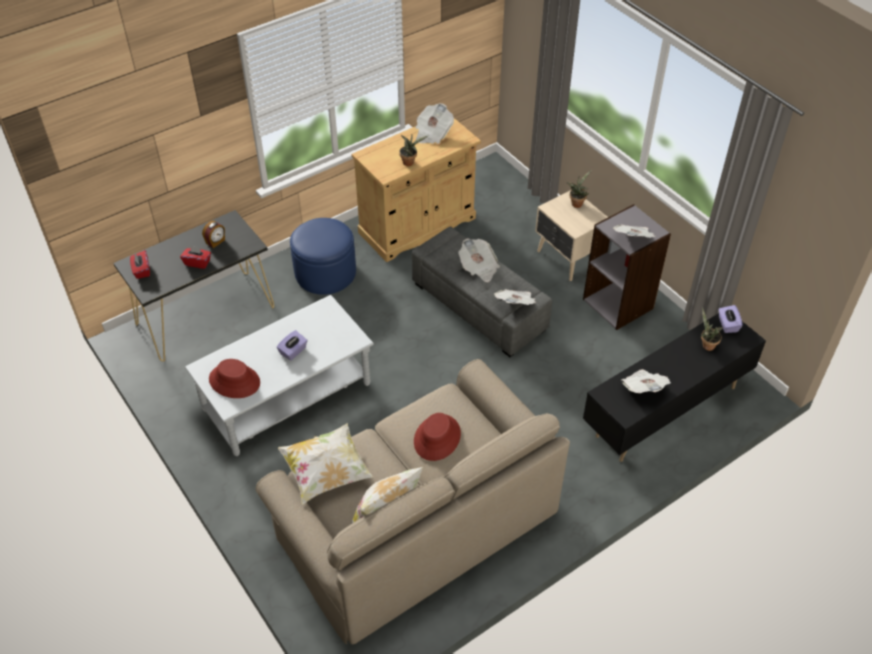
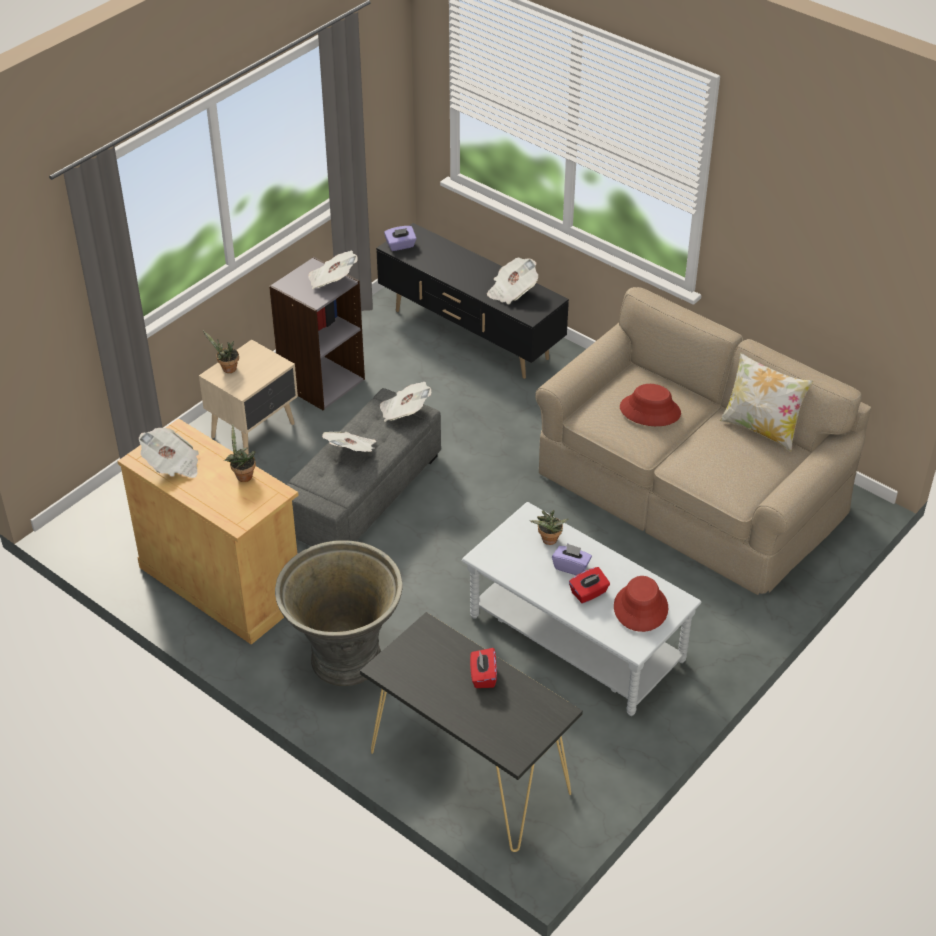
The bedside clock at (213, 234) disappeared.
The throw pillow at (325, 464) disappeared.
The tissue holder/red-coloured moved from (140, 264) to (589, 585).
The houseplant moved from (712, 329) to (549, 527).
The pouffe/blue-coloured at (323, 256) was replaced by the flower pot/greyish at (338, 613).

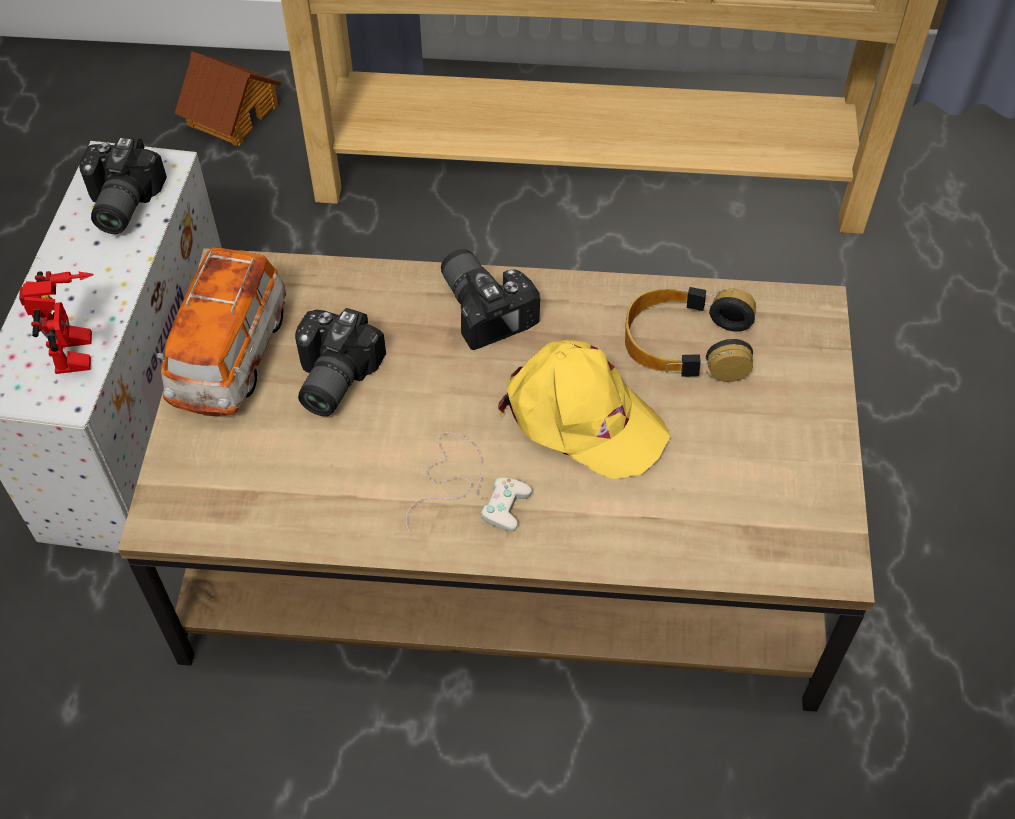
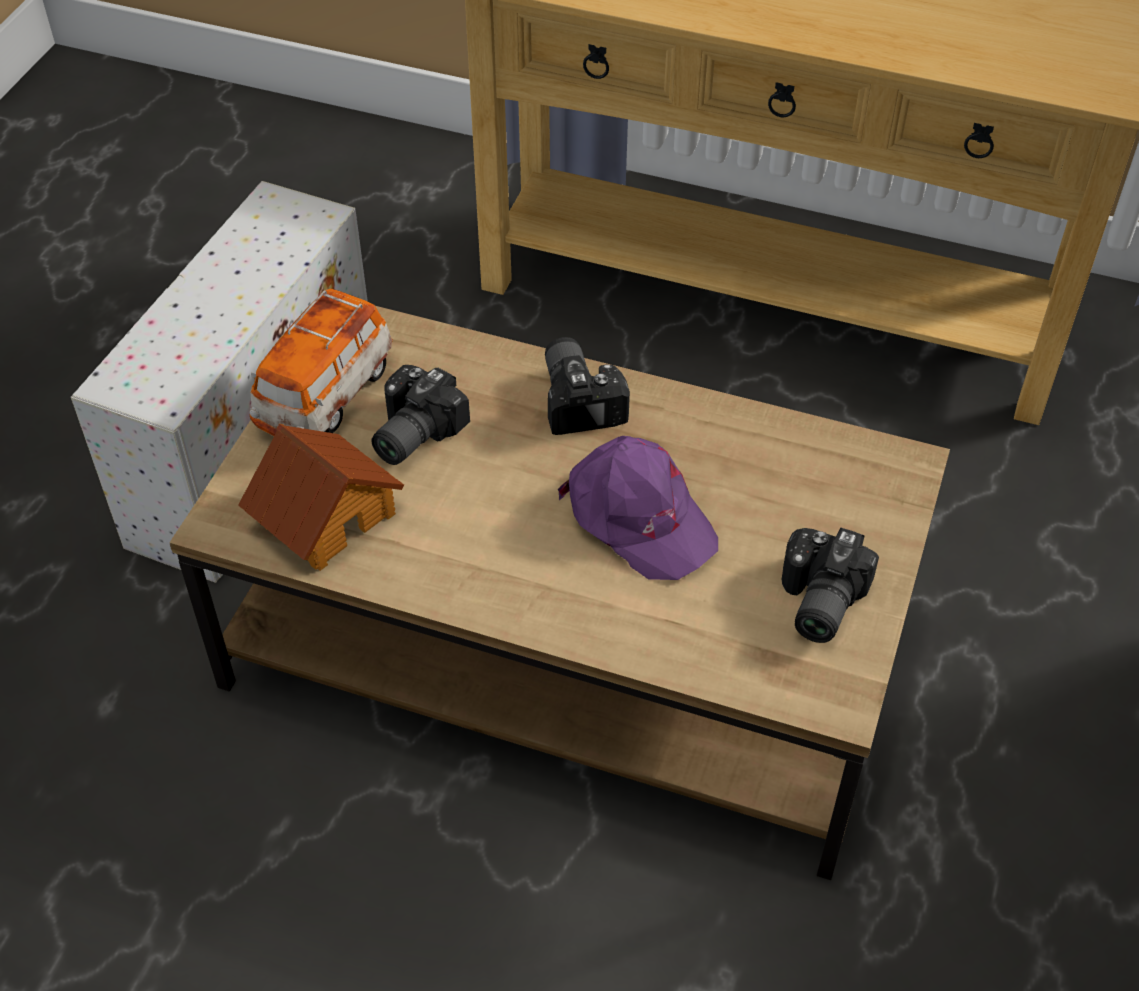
The model robot at (56, 322) disappeared.
The joypad/whitish at (469, 482) disappeared.
The headphones at (690, 334) disappeared.
The photo camera moved from (123, 185) to (830, 585).
The model house moved from (227, 99) to (321, 497).
The peaked cap/yellow-coloured at (584, 409) became the peaked cap/purplish at (638, 508).

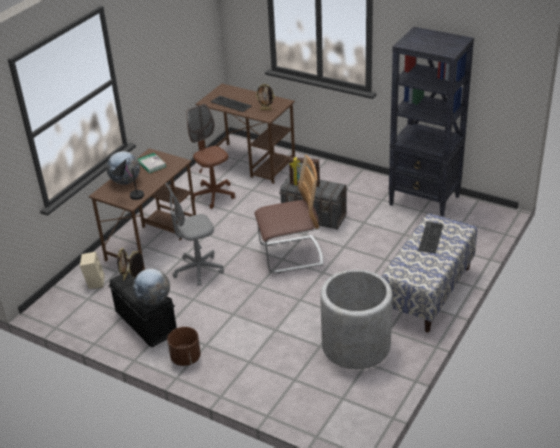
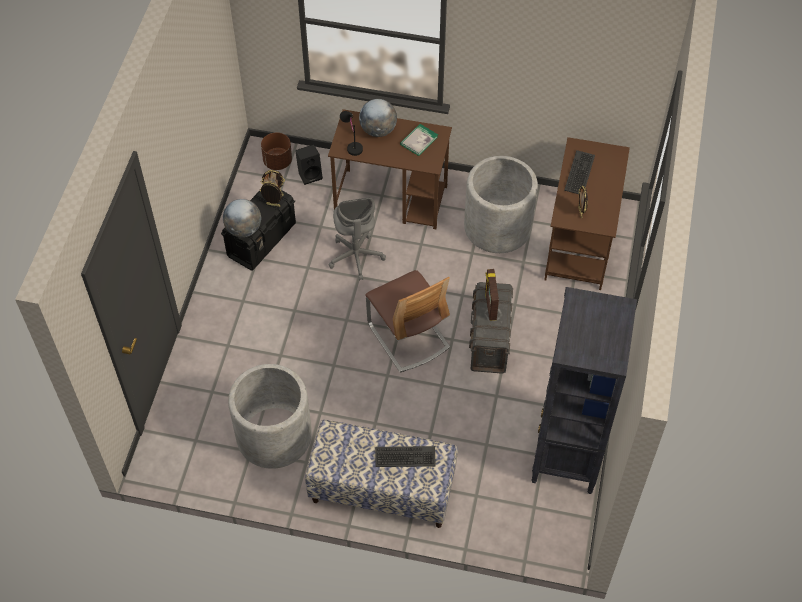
The flower pot/brown-coloured moved from (184, 346) to (276, 151).
The desk chair/brown-coloured at (210, 156) was replaced by the flower pot/greyish at (501, 204).
The loudspeaker/beige at (92, 270) became the loudspeaker/black-coloured at (309, 164).
The desk chair/greyish at (194, 234) turned 150 degrees counterclockwise.

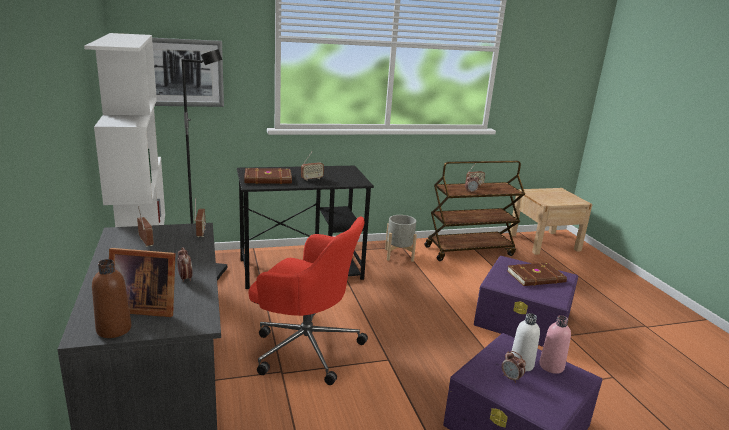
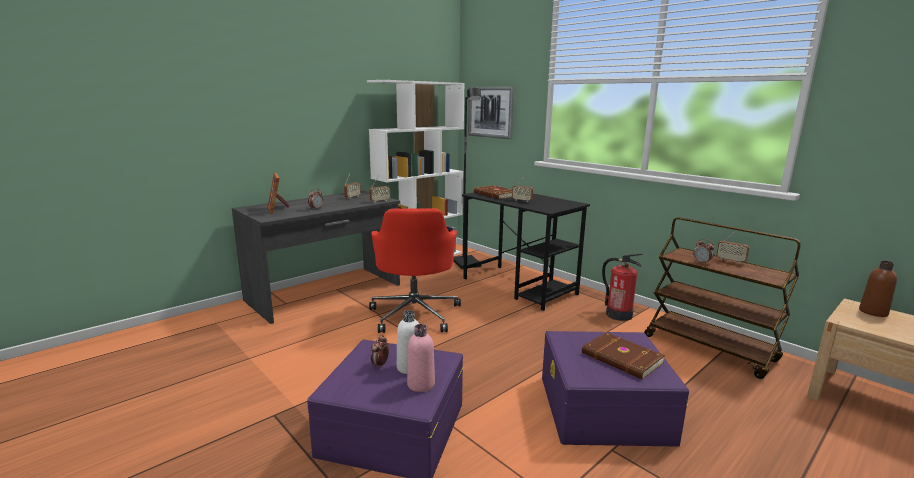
The beverage bottle/brown-coloured moved from (111, 298) to (878, 289).
The flower pot/greyish at (401, 238) was replaced by the fire extinguisher at (622, 287).

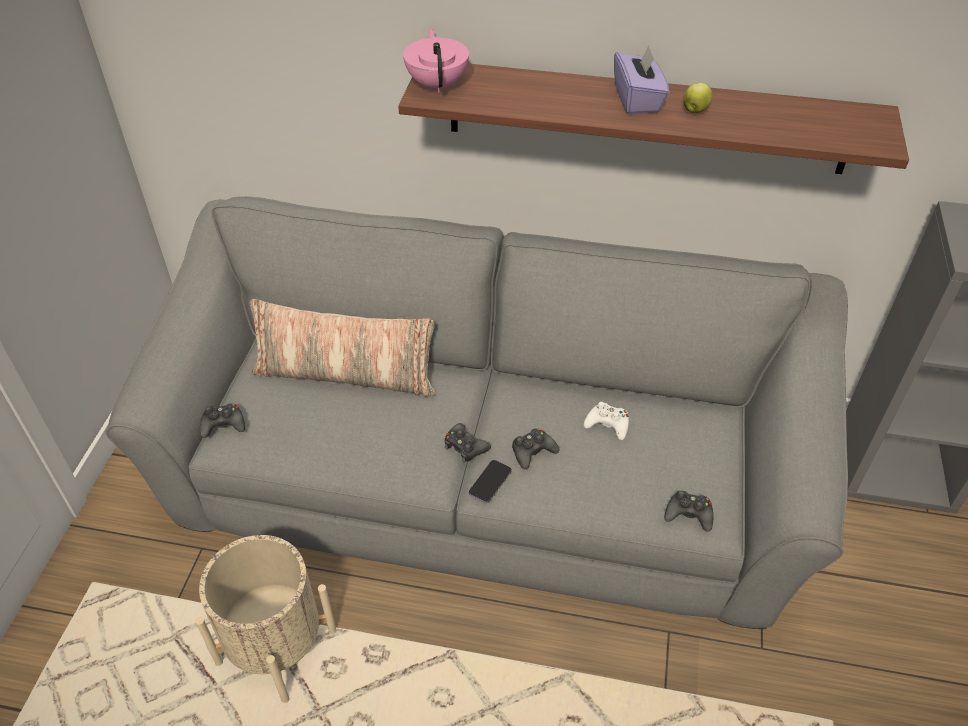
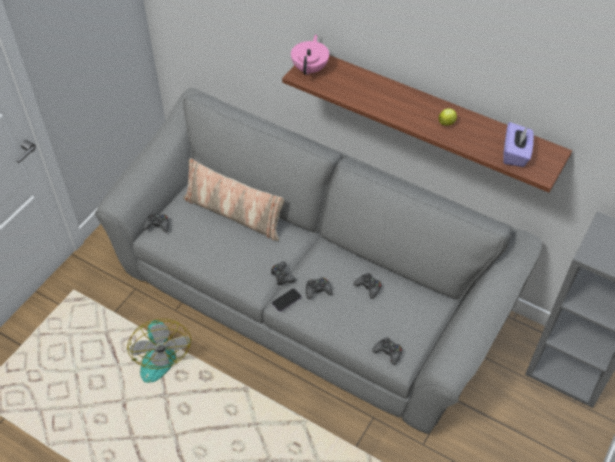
The tissue holder/purplish moved from (641, 80) to (518, 144).
The flower pot/beige at (265, 619) was replaced by the fan at (159, 351).
The joypad/whitish at (606, 421) became the joypad/black-coloured at (368, 286).

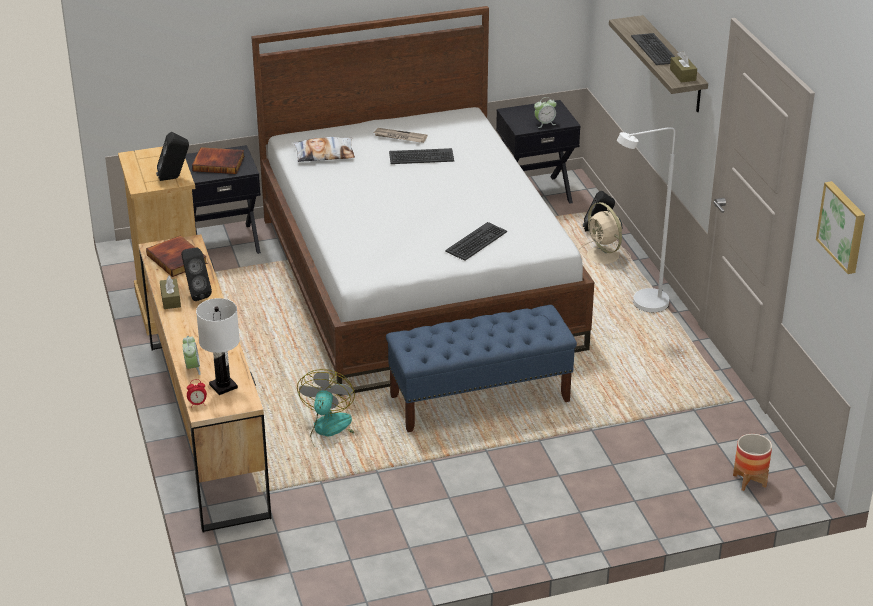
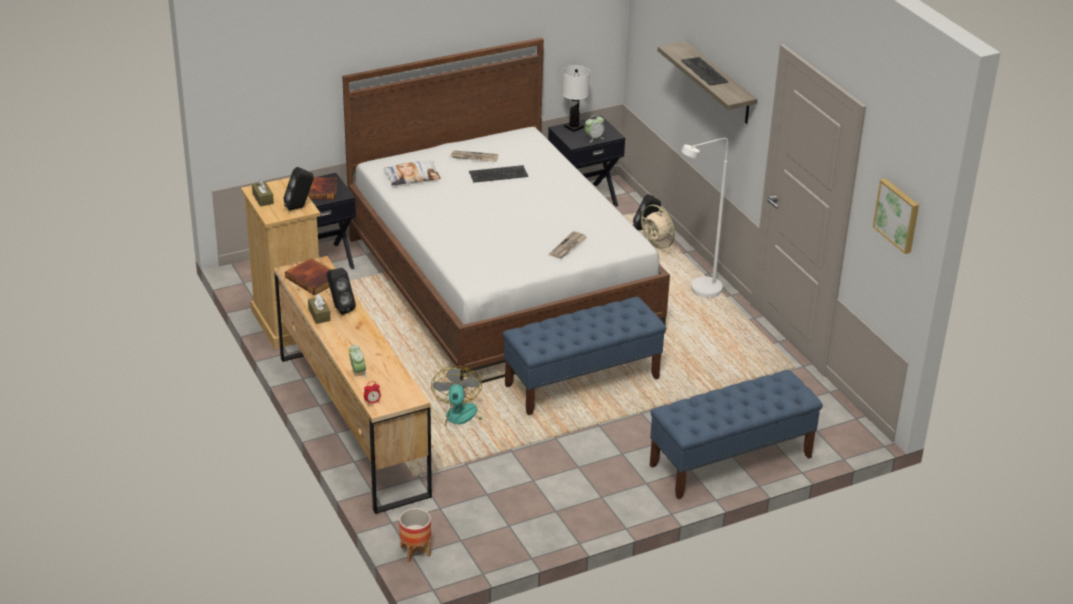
The bench/blue-coloured at (736, 434) appeared.
The tabletop lamp/whitish moved from (218, 346) to (576, 98).
The tissue holder/brown-coloured moved from (683, 67) to (263, 193).
The flower pot moved from (752, 462) to (415, 535).
The computer keyboard at (476, 241) was replaced by the printed paper at (568, 245).

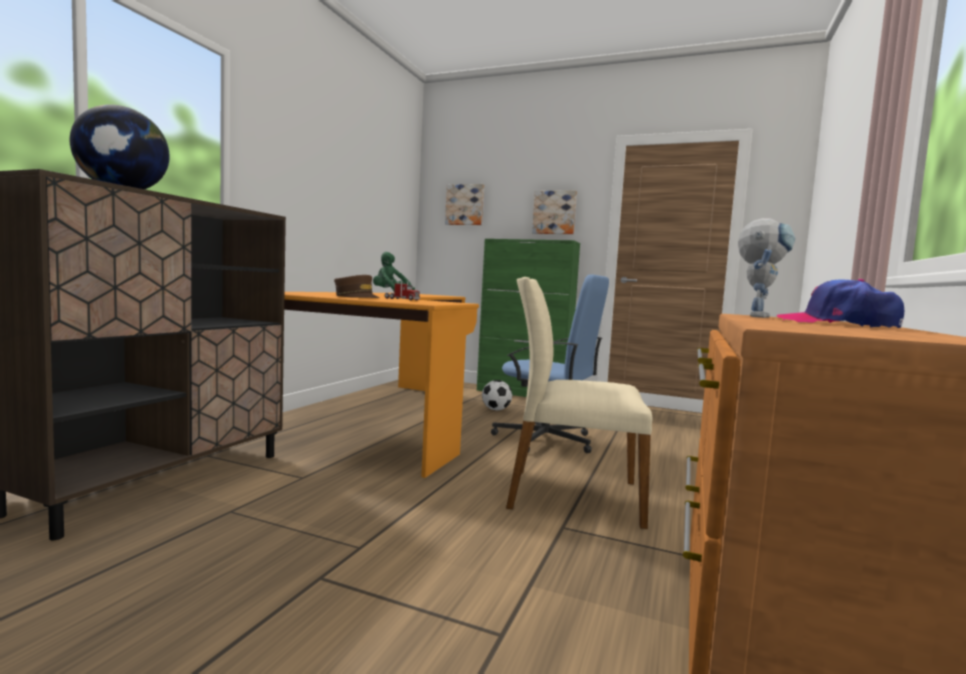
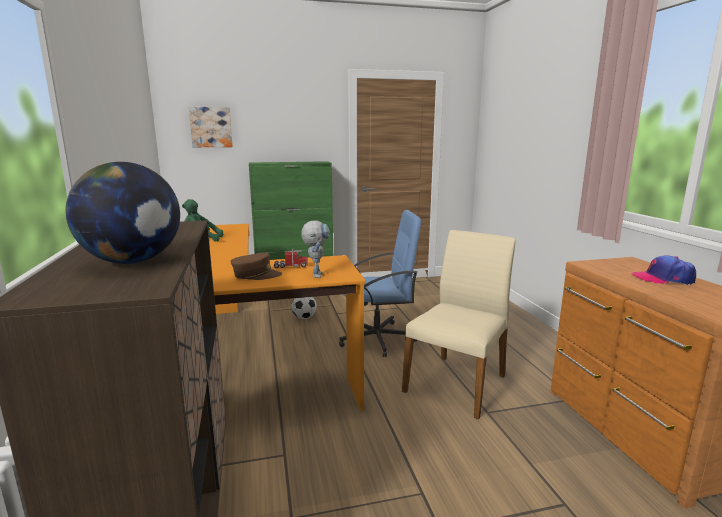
The wall art at (554, 212) disappeared.
The model robot moved from (766, 268) to (315, 249).
The plain chair/beige at (579, 403) turned 150 degrees clockwise.

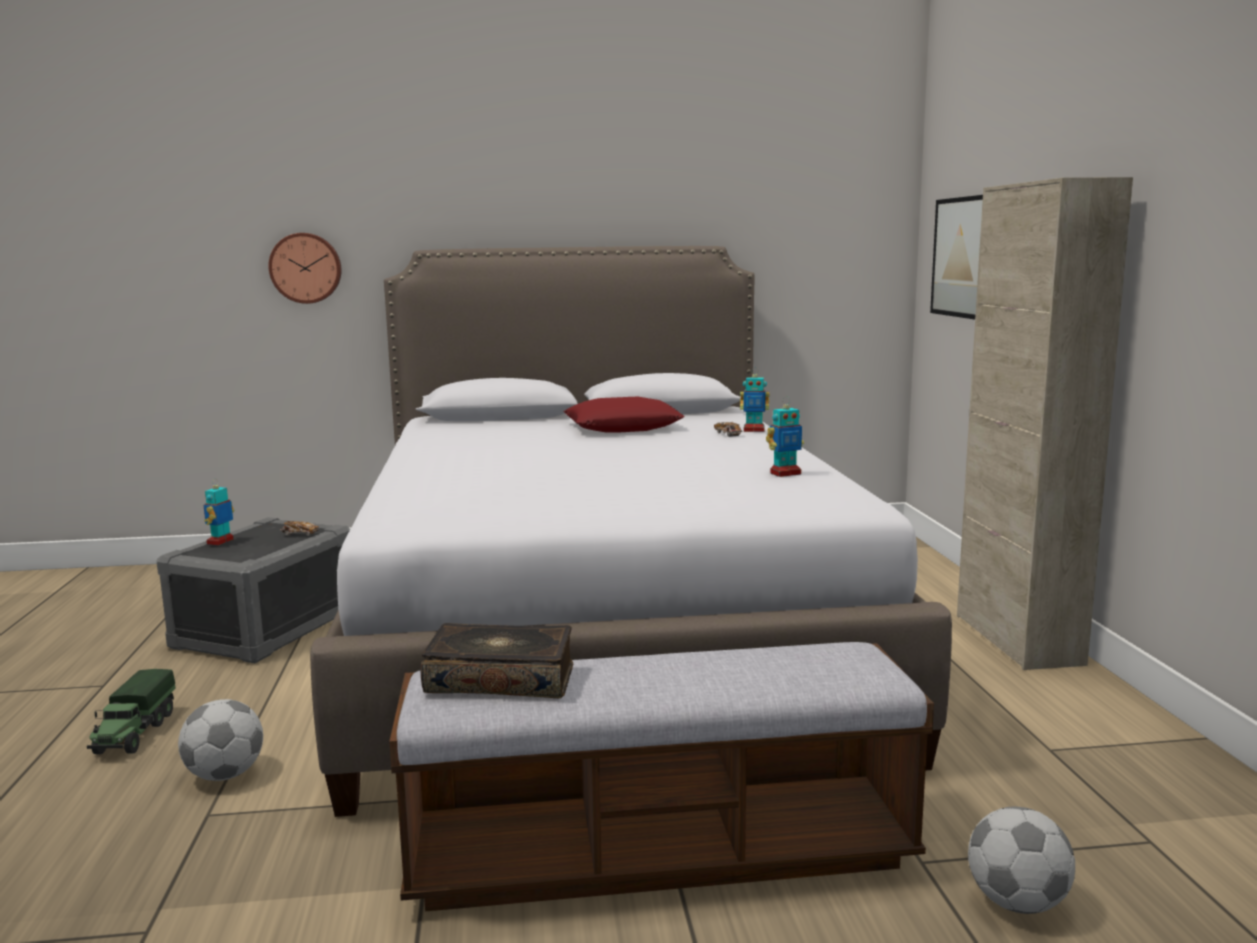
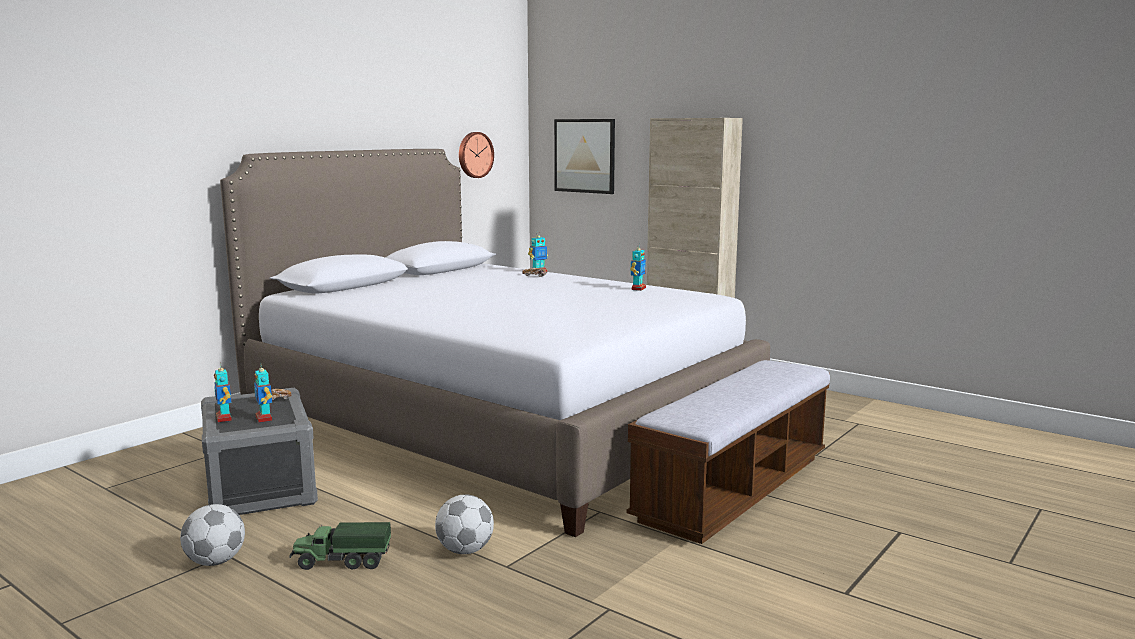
The volume at (497, 660) disappeared.
The throw pillow/red-coloured at (623, 414) disappeared.
The model robot at (263, 393) appeared.
The wall clock moved from (305, 268) to (476, 155).
The ball for football moved from (1021, 860) to (212, 535).
The toy truck at (131, 711) turned 135 degrees clockwise.

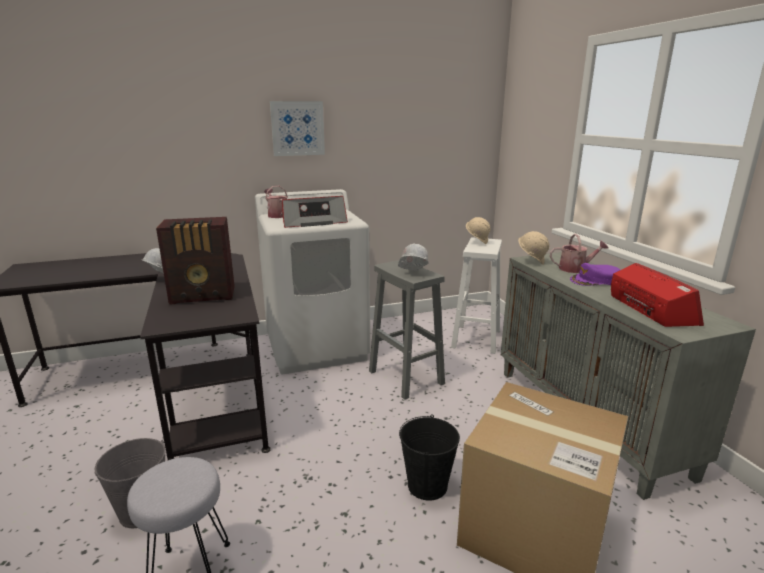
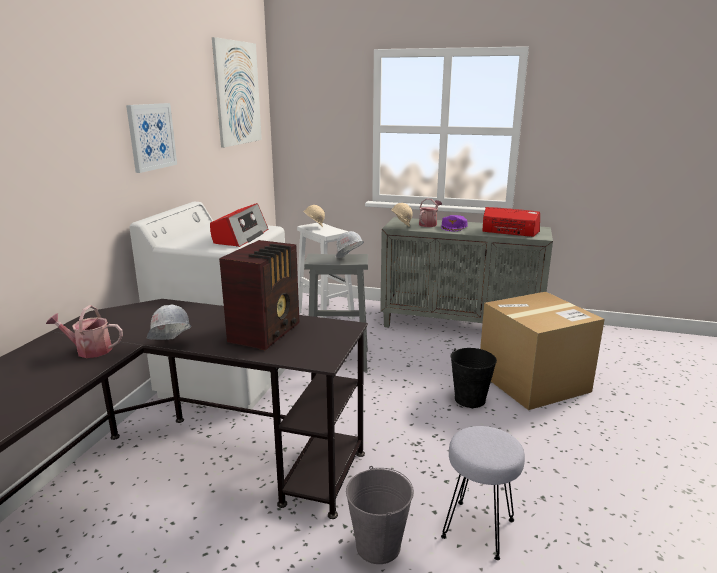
The wall art at (237, 92) appeared.
The watering pot moved from (276, 202) to (84, 331).

